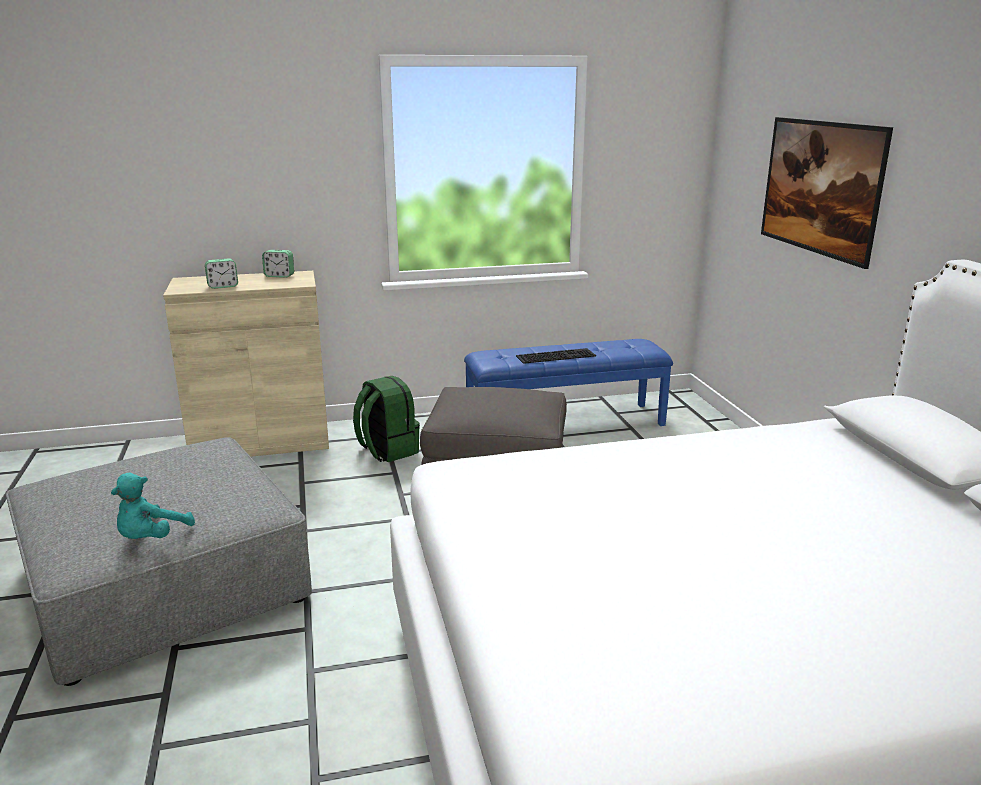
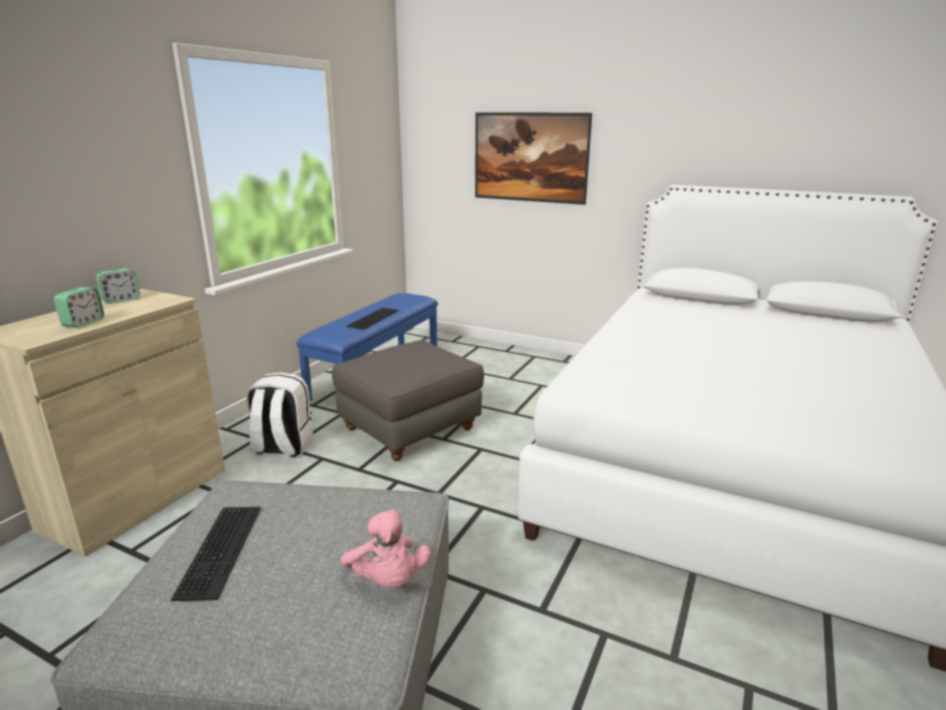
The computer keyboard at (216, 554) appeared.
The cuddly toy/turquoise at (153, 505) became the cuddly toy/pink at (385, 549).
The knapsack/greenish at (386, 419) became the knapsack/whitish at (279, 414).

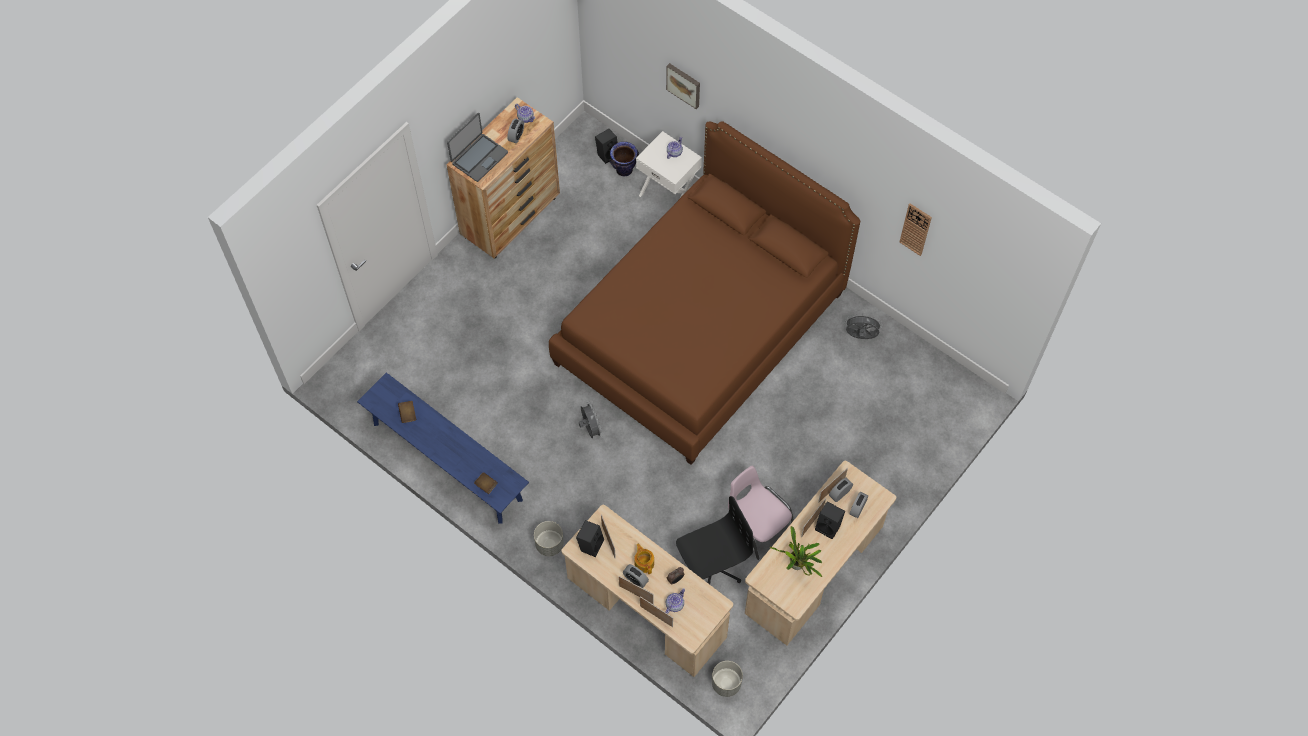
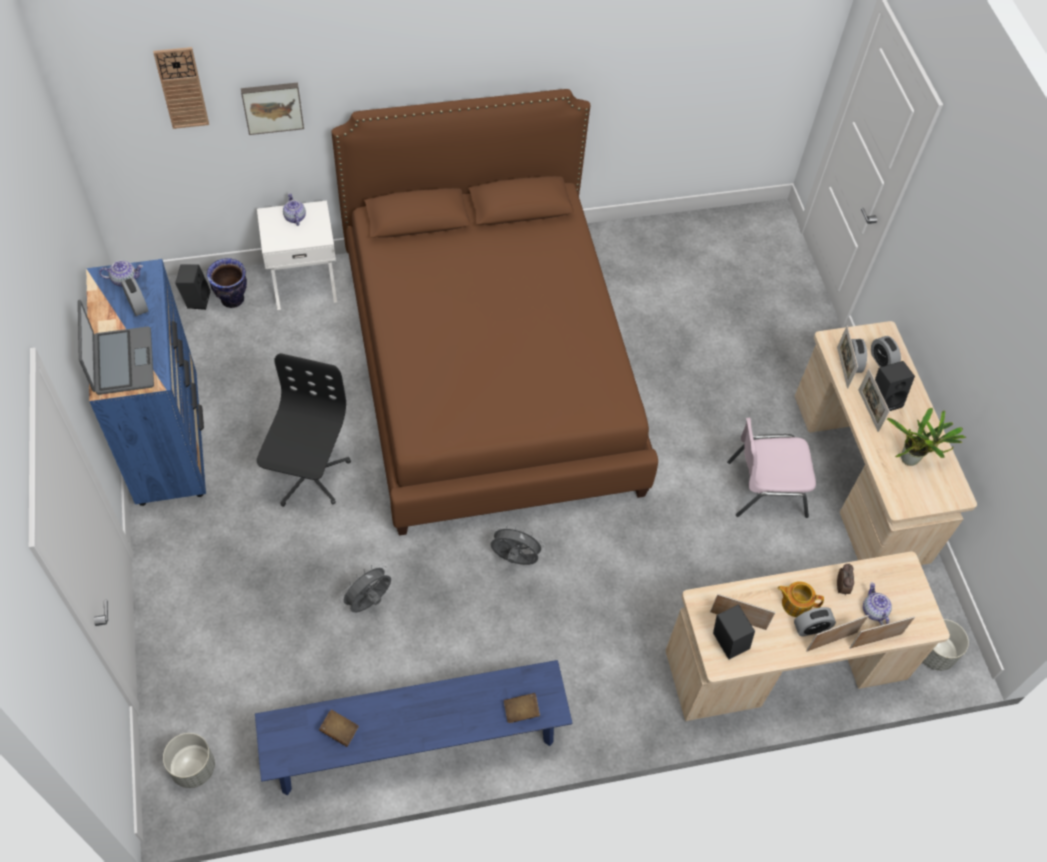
The flower pot/greyish moved from (549, 538) to (189, 760).
The desk chair/black-coloured moved from (714, 540) to (304, 430).
The fan/greyish moved from (863, 326) to (365, 588).
The wall clock moved from (916, 230) to (181, 88).
The chest of drawers/brown-coloured at (503, 178) became the chest of drawers/blue-coloured at (146, 382).

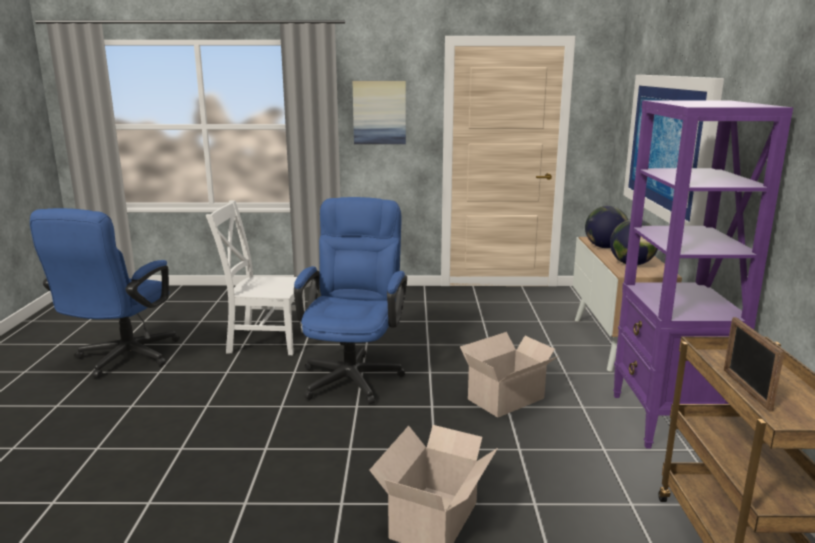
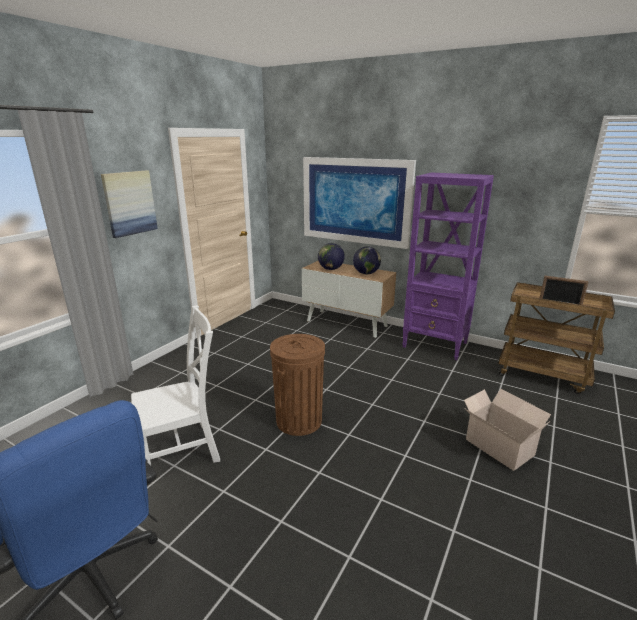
The cardboard box at (509, 375) disappeared.
The desk chair/blue-coloured at (350, 301) was replaced by the waste bin/brown-coloured at (297, 385).
The plain chair/whitish at (255, 277) turned 150 degrees counterclockwise.

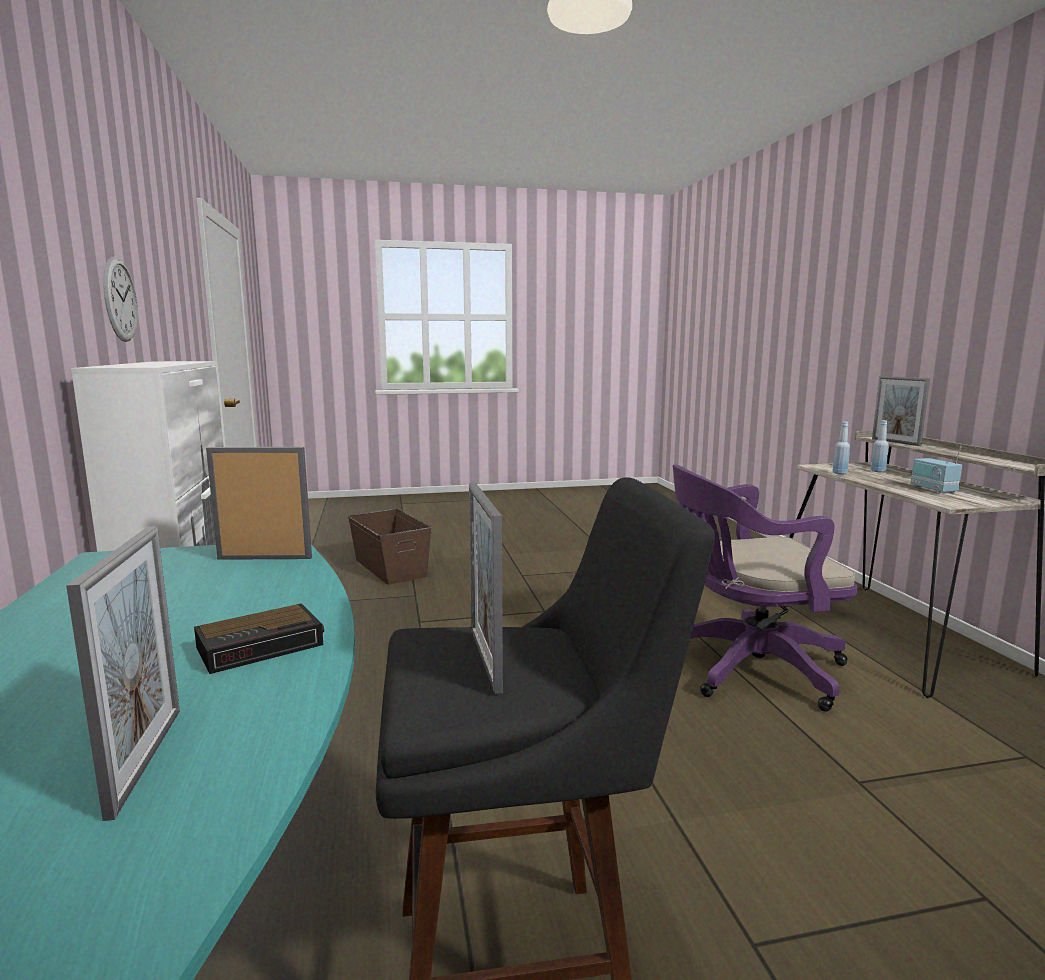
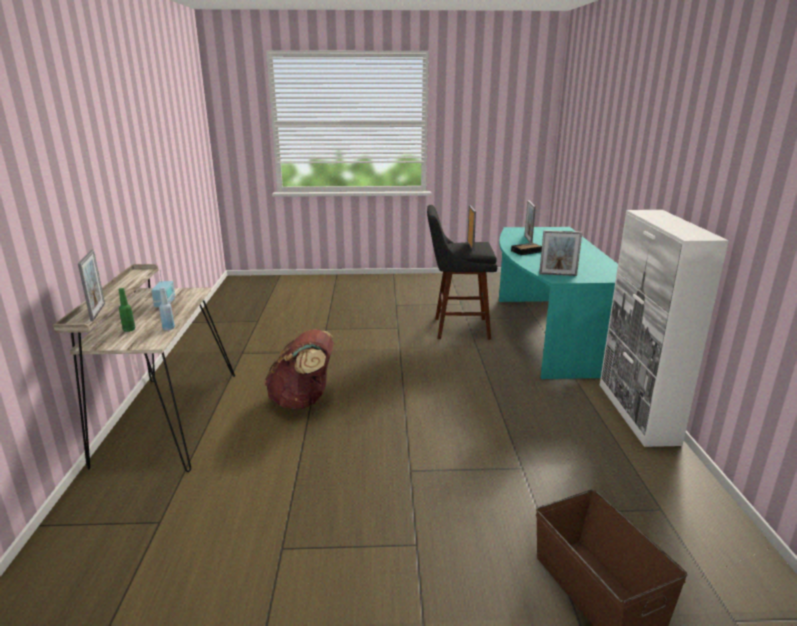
The wall clock at (120, 299) disappeared.
The desk chair/purplish at (765, 588) was replaced by the knapsack/brown-coloured at (299, 369).
The beverage bottle/blue-coloured at (880, 446) became the beverage bottle/greenish at (127, 310).

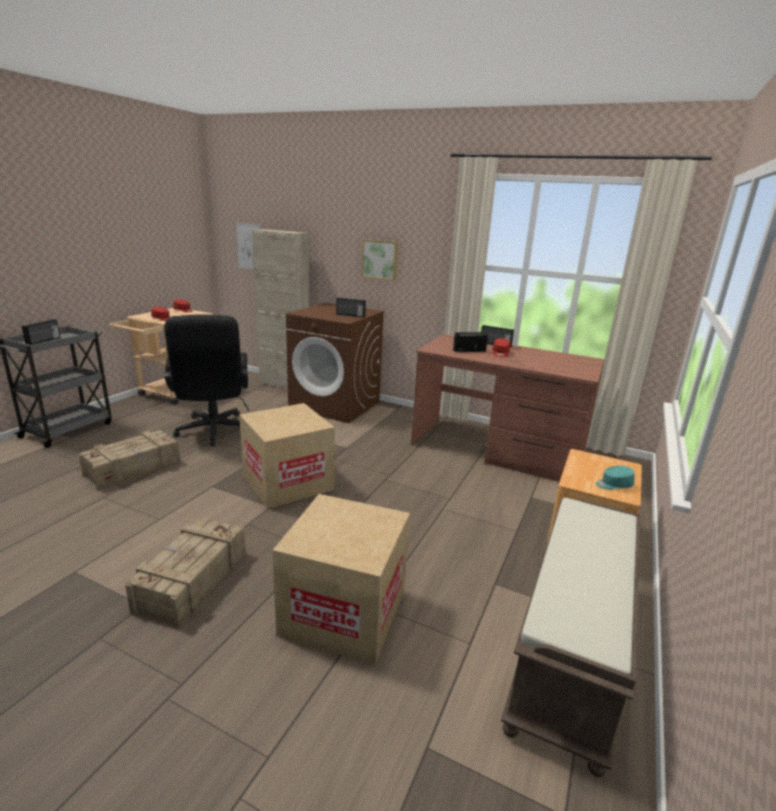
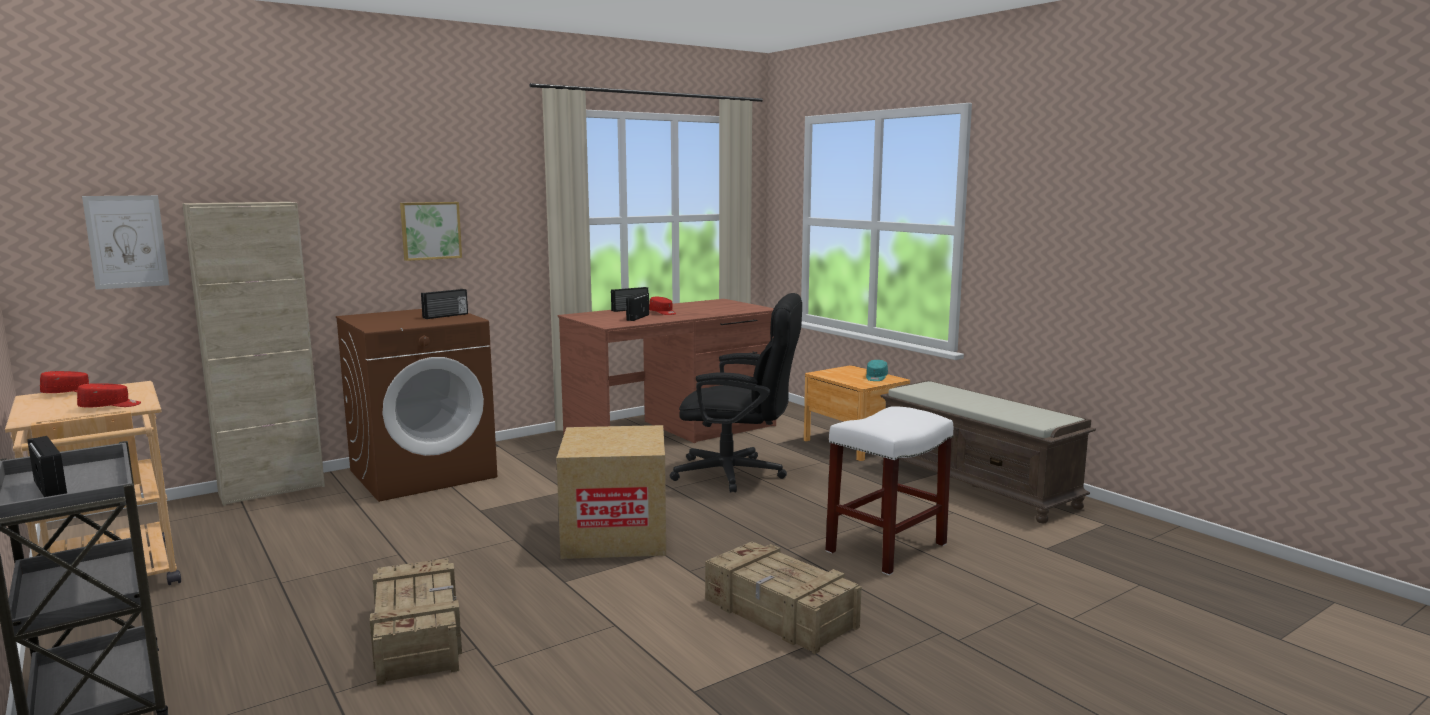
The desk chair/black-coloured moved from (207, 380) to (736, 393).
The cardboard box at (341, 579) was replaced by the stool/whitish at (889, 490).

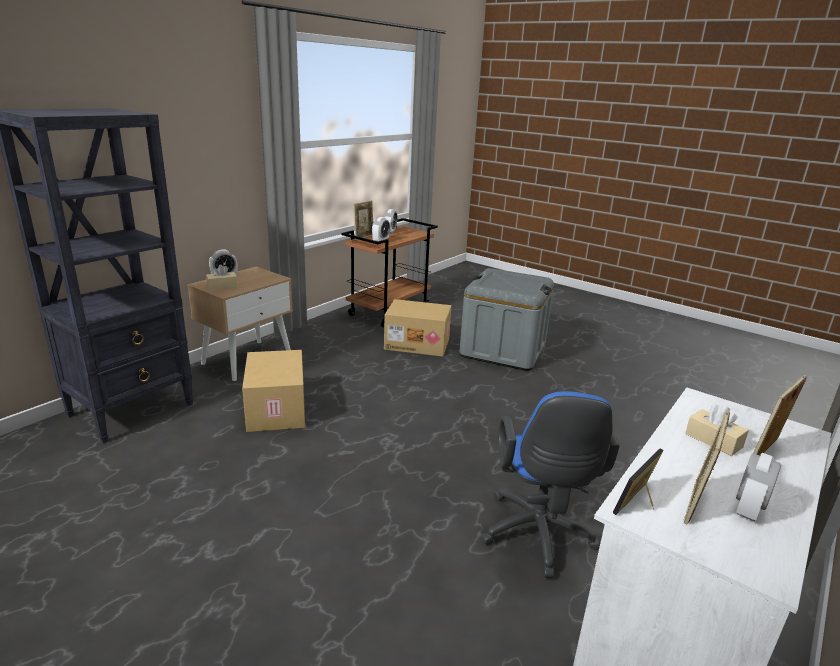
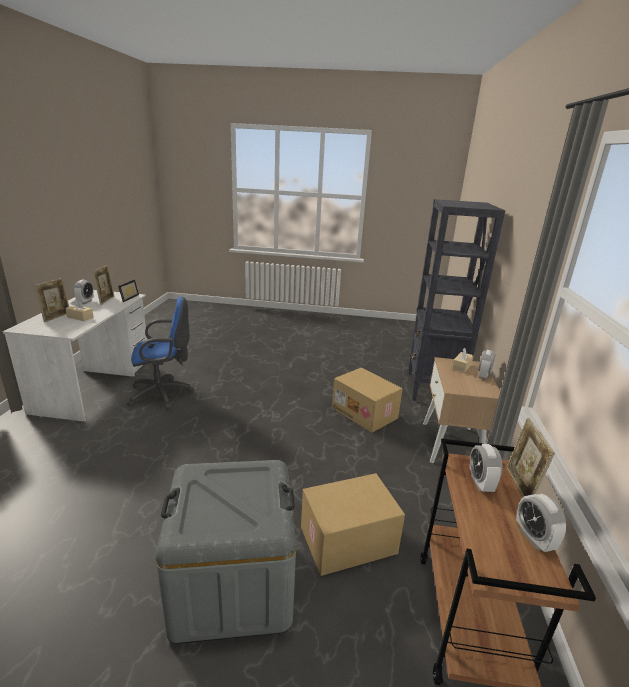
The desk chair/blue-coloured at (550, 484) turned 105 degrees clockwise.

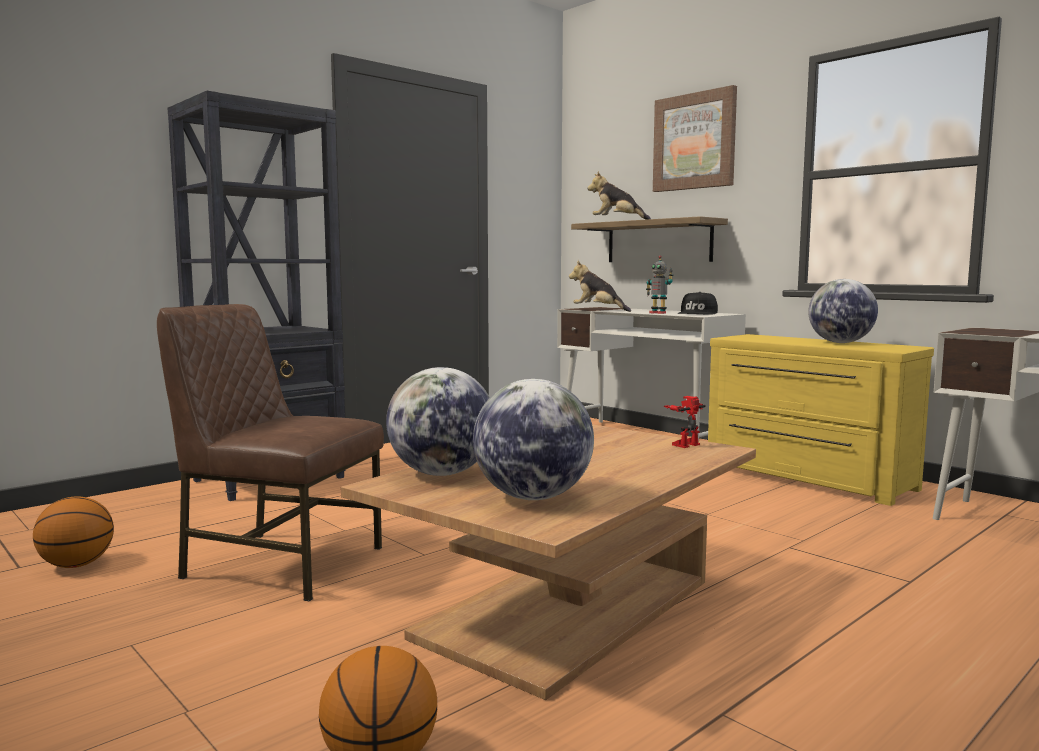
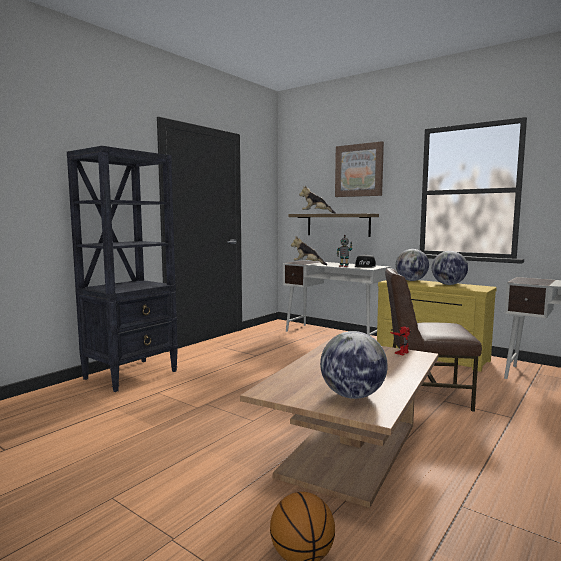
The ball for basketball at (73, 532) disappeared.
The plain chair/brown-coloured moved from (270, 452) to (433, 340).
The desk globe moved from (438, 421) to (412, 265).

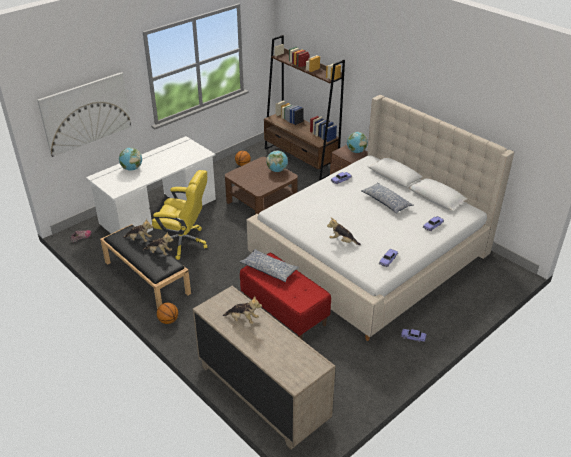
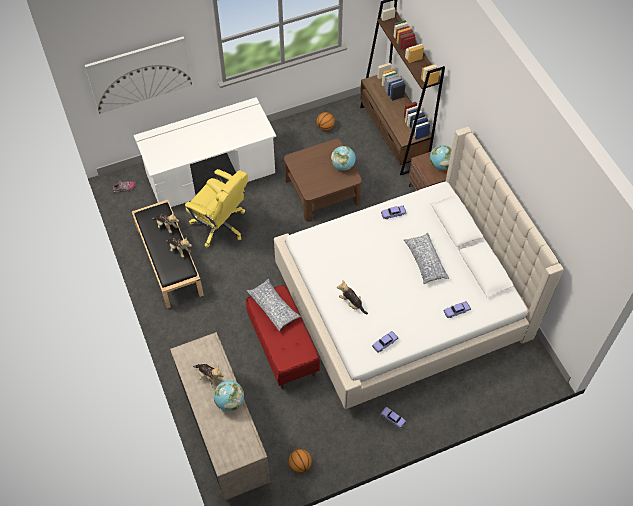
The desk globe moved from (130, 159) to (229, 396).
The ball for basketball moved from (167, 313) to (300, 461).

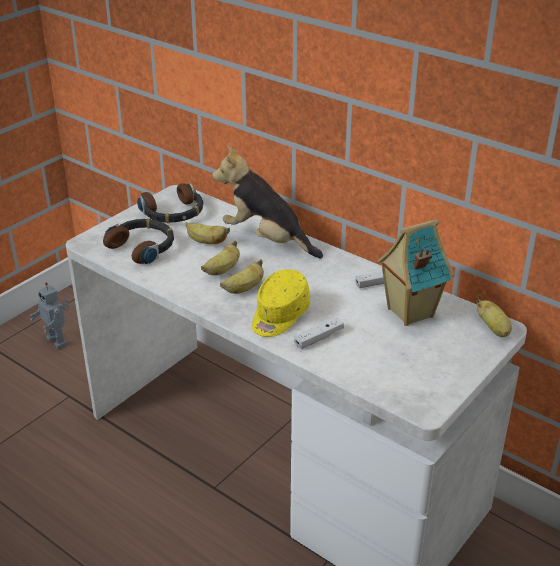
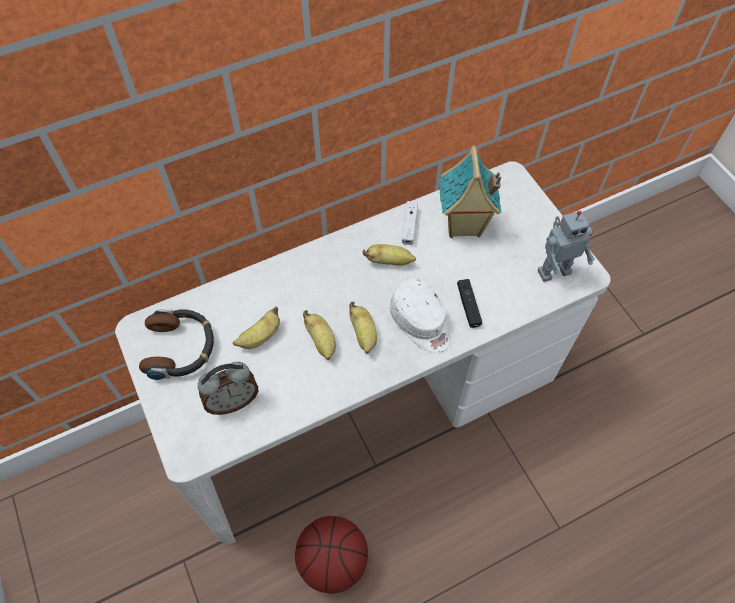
The cuddly toy at (267, 202) disappeared.
The ball for basketball at (331, 554) appeared.
The model robot moved from (49, 315) to (566, 246).
The whole banana moved from (494, 316) to (389, 255).
The headphones at (138, 241) was replaced by the bedside clock at (228, 388).
The peaked cap/yellow-coloured at (281, 303) became the peaked cap/whitish at (420, 316).
The joypad/whitish at (319, 333) became the joypad/black-coloured at (469, 303).

